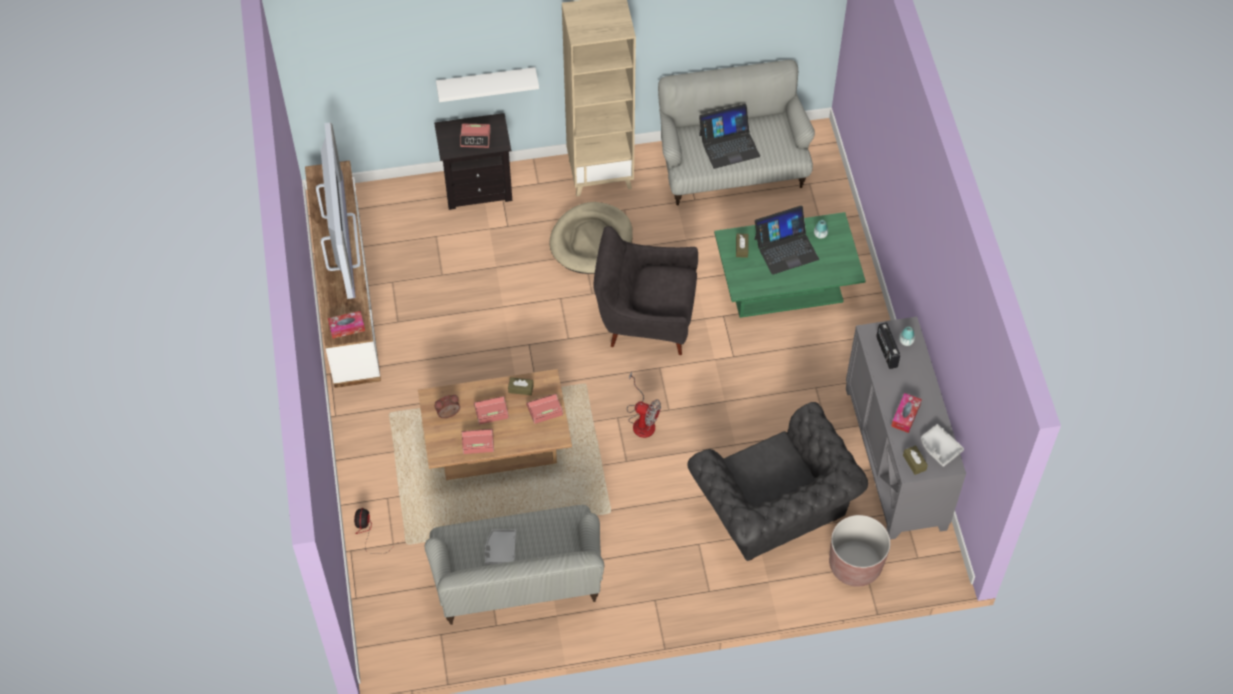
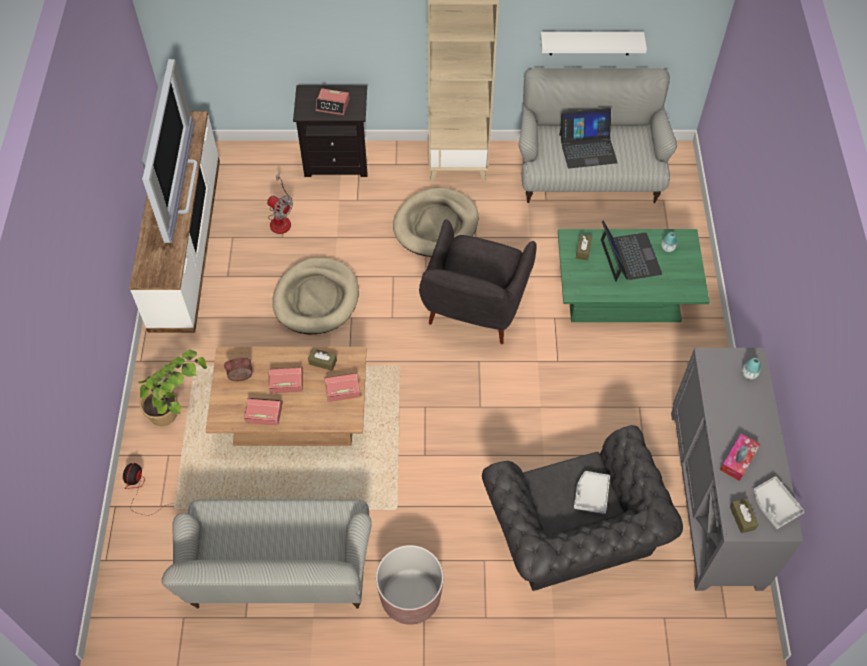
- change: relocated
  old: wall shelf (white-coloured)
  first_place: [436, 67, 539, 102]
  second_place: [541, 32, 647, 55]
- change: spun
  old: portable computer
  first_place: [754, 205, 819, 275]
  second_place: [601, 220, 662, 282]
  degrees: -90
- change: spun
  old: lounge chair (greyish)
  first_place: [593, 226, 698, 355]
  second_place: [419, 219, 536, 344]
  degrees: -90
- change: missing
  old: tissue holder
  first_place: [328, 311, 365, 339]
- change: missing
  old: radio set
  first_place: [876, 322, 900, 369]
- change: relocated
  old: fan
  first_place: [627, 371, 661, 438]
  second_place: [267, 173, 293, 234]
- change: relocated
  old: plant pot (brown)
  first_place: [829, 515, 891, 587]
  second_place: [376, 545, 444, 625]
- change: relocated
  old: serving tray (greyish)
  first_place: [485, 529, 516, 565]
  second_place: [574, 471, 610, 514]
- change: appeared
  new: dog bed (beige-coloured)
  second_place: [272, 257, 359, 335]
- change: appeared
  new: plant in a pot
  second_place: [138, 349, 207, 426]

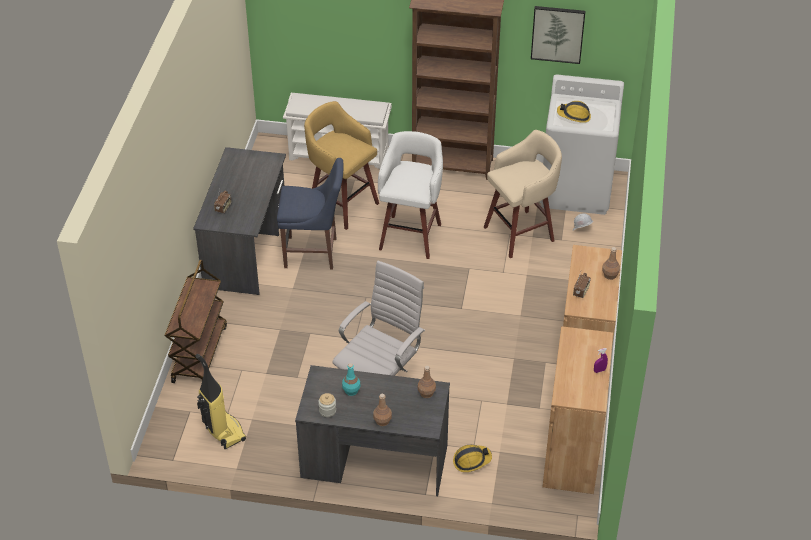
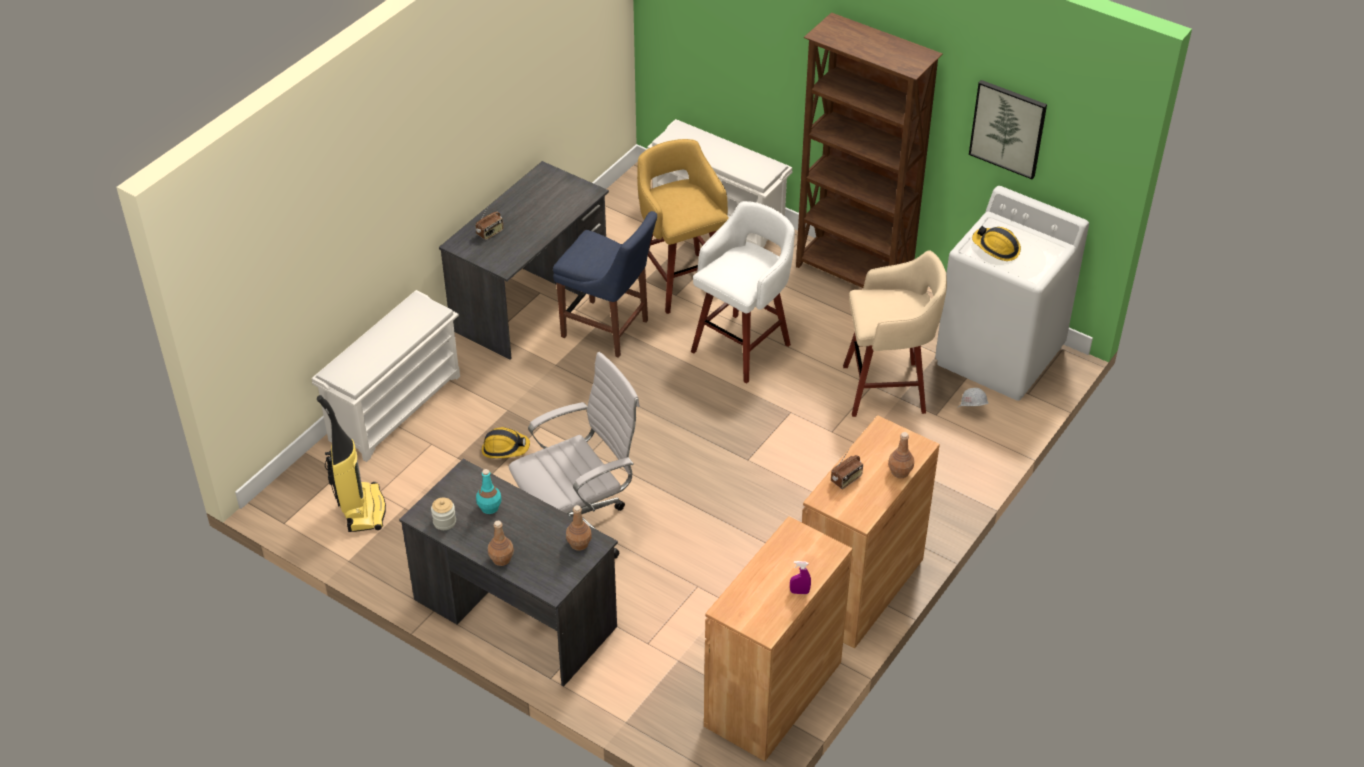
- change: exchanged
  old: trolley (brown)
  new: shoe rack (white-coloured)
  first_place: [165, 260, 227, 383]
  second_place: [312, 290, 460, 462]
- change: relocated
  old: work helmet
  first_place: [453, 445, 492, 472]
  second_place: [482, 427, 530, 459]

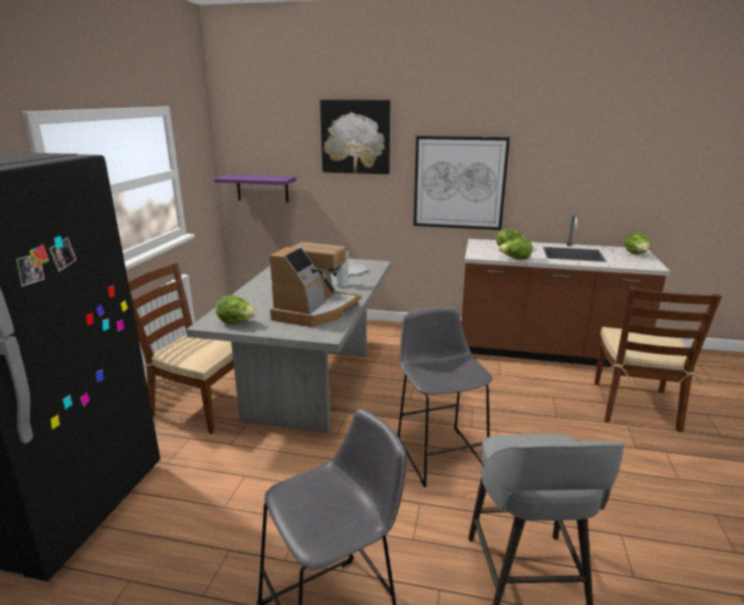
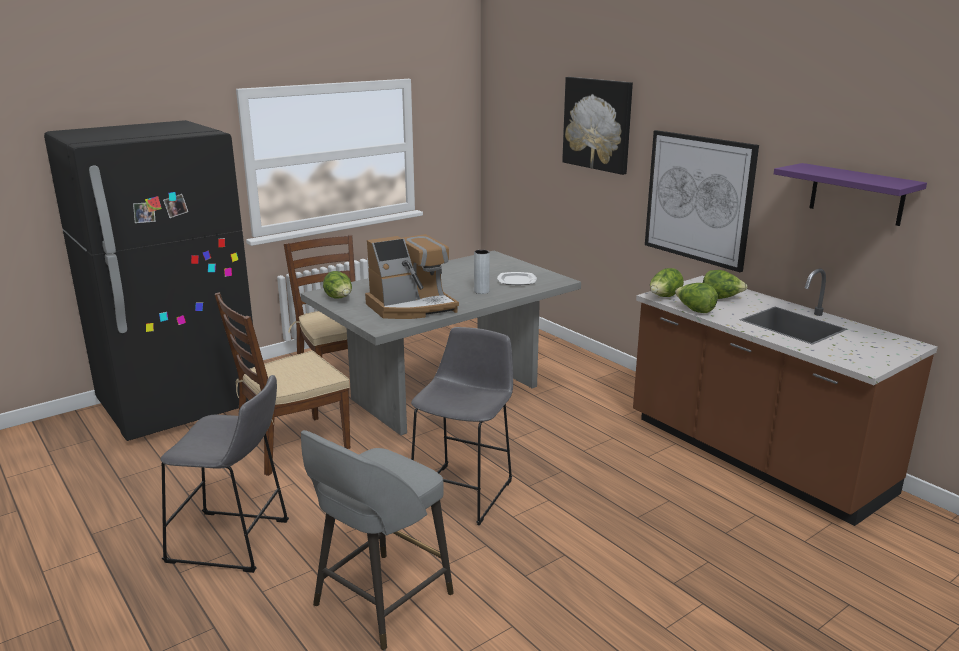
- change: relocated
  old: wall shelf (purplish)
  first_place: [214, 175, 296, 203]
  second_place: [774, 163, 927, 226]
- change: relocated
  old: lettuce
  first_place: [625, 232, 650, 254]
  second_place: [650, 268, 684, 297]
- change: relocated
  old: plain chair (brown)
  first_place: [594, 287, 722, 432]
  second_place: [215, 292, 350, 476]

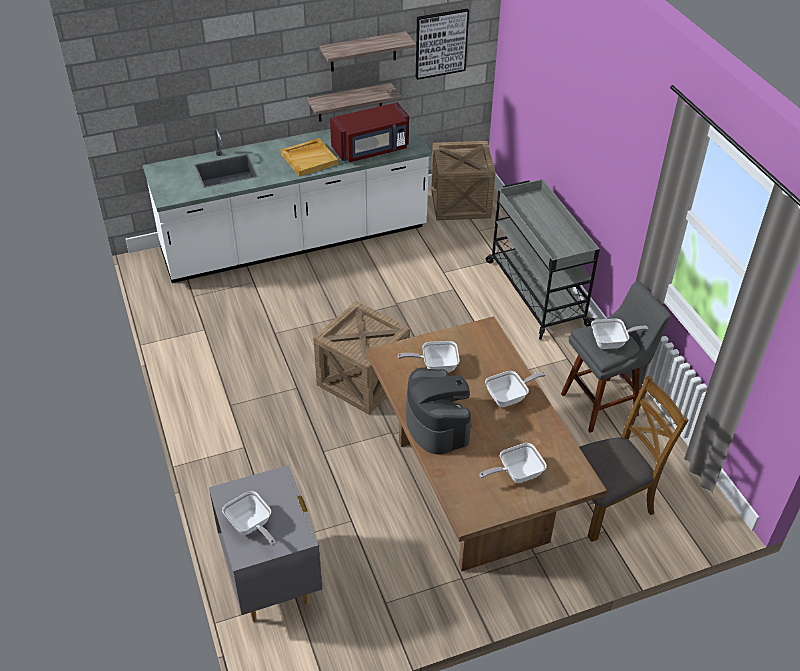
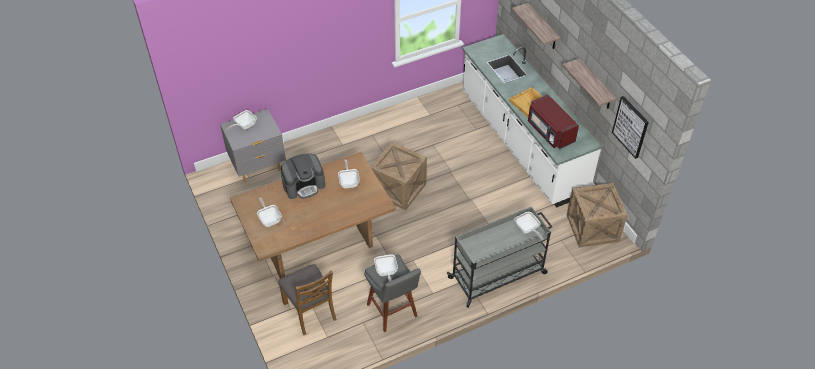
- change: relocated
  old: wall shelf
  first_place: [307, 83, 401, 122]
  second_place: [511, 3, 560, 49]
- change: relocated
  old: frying pan
  first_place: [485, 371, 546, 407]
  second_place: [515, 212, 544, 240]

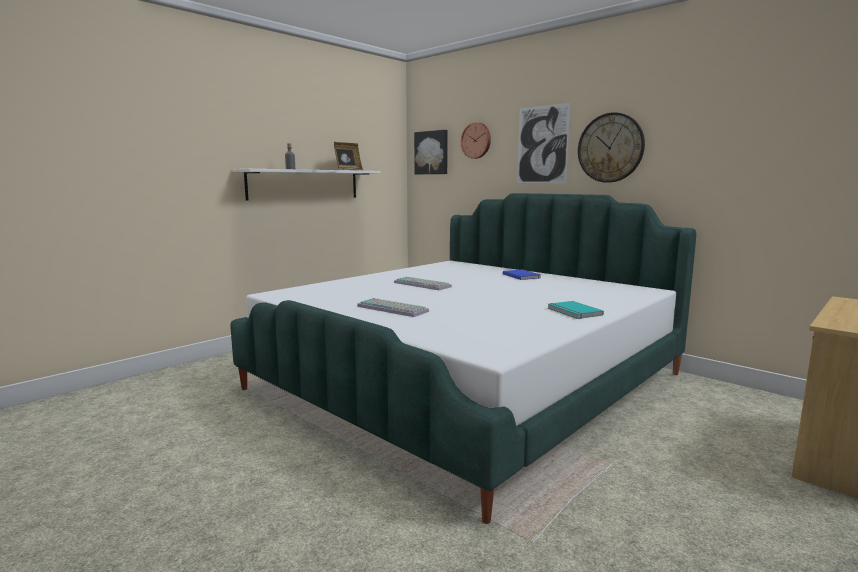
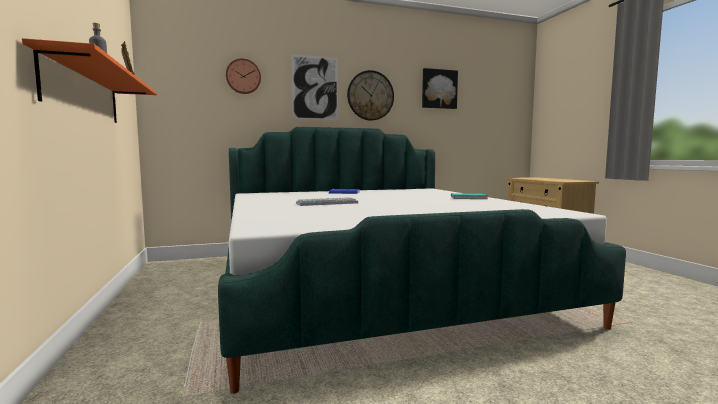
- change: relocated
  old: picture
  first_place: [414, 130, 448, 174]
  second_place: [422, 68, 458, 109]
- change: colour
  old: wall shelf (white-coloured)
  new: wall shelf (orange)
  first_place: [233, 169, 381, 201]
  second_place: [22, 38, 157, 123]
- change: missing
  old: computer keyboard
  first_place: [357, 298, 429, 317]

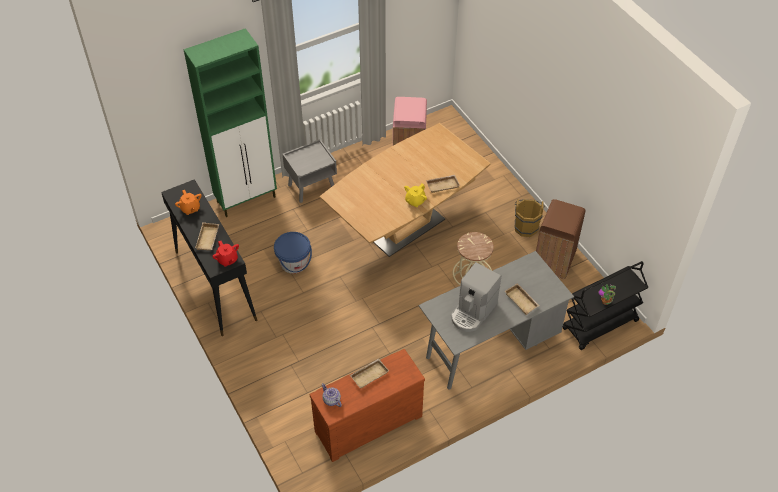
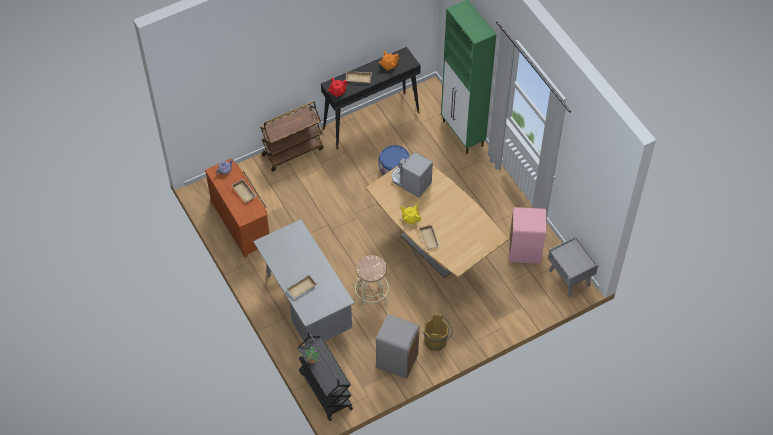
- change: relocated
  old: nightstand (greyish)
  first_place: [283, 139, 337, 203]
  second_place: [548, 236, 598, 297]
- change: colour
  old: trash can (brown)
  new: trash can (greyish)
  first_place: [536, 199, 585, 279]
  second_place: [376, 314, 420, 379]
- change: relocated
  old: coffee maker
  first_place: [451, 262, 501, 332]
  second_place: [392, 152, 433, 198]
- change: appeared
  new: trolley (brown)
  second_place: [260, 101, 323, 171]

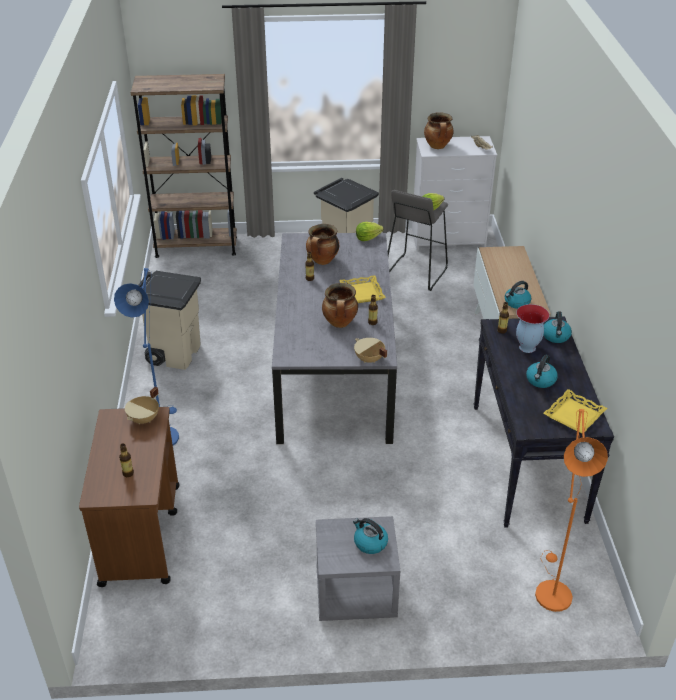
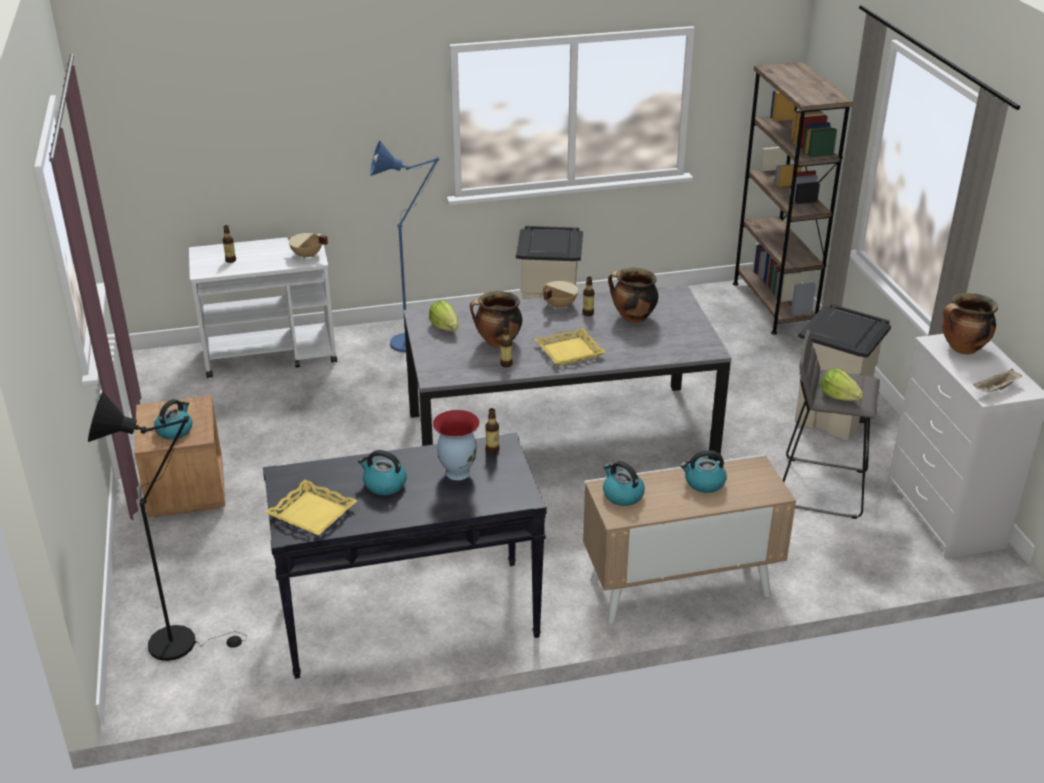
- change: relocated
  old: lettuce
  first_place: [356, 222, 384, 241]
  second_place: [429, 300, 458, 331]
- change: relocated
  old: kettle
  first_place: [544, 311, 572, 343]
  second_place: [680, 450, 727, 493]
- change: relocated
  old: stockpot (beige-coloured)
  first_place: [354, 338, 387, 363]
  second_place: [542, 281, 578, 309]
- change: colour
  old: trolley (brown)
  new: trolley (white-coloured)
  first_place: [79, 407, 179, 587]
  second_place: [189, 234, 337, 378]
- change: colour
  old: standing lamp (orange)
  new: standing lamp (black)
  first_place: [535, 409, 608, 612]
  second_place: [88, 392, 247, 661]
- change: colour
  old: nightstand (greyish)
  new: nightstand (brown)
  first_place: [316, 516, 400, 621]
  second_place: [135, 395, 225, 517]

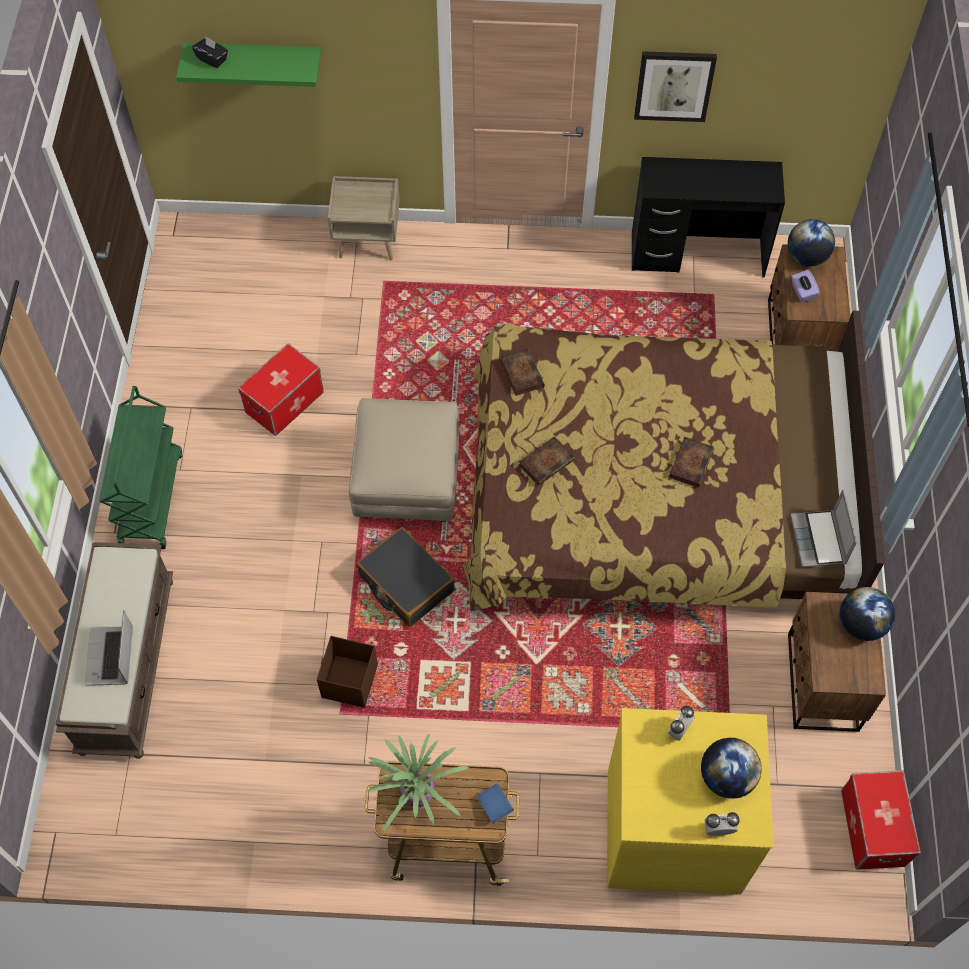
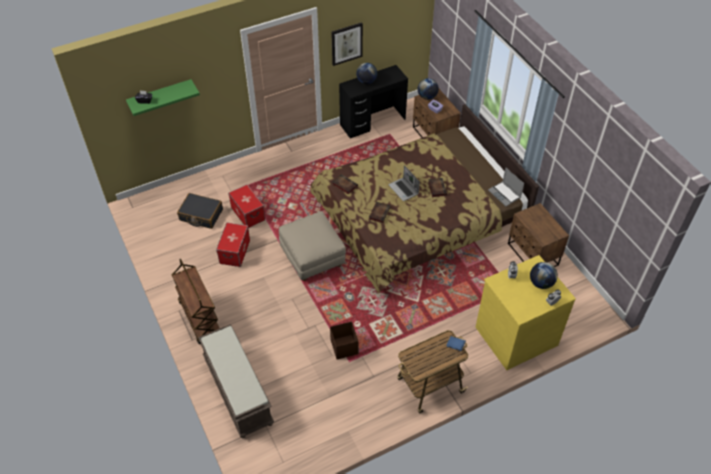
- change: missing
  old: nightstand (beige-coloured)
  first_place: [328, 176, 400, 260]
- change: colour
  old: trolley (greenish)
  new: trolley (brown)
  first_place: [99, 386, 182, 549]
  second_place: [172, 259, 219, 345]
- change: relocated
  old: piece of luggage (black)
  first_place: [357, 527, 455, 627]
  second_place: [177, 193, 223, 229]
- change: relocated
  old: globe
  first_place: [840, 587, 895, 641]
  second_place: [356, 63, 377, 84]
- change: relocated
  old: portable computer
  first_place: [85, 611, 133, 686]
  second_place: [388, 165, 420, 201]
- change: missing
  old: plant in a pot
  first_place: [367, 733, 469, 835]
- change: relocated
  old: storage container
  first_place: [841, 770, 921, 870]
  second_place: [228, 184, 265, 228]

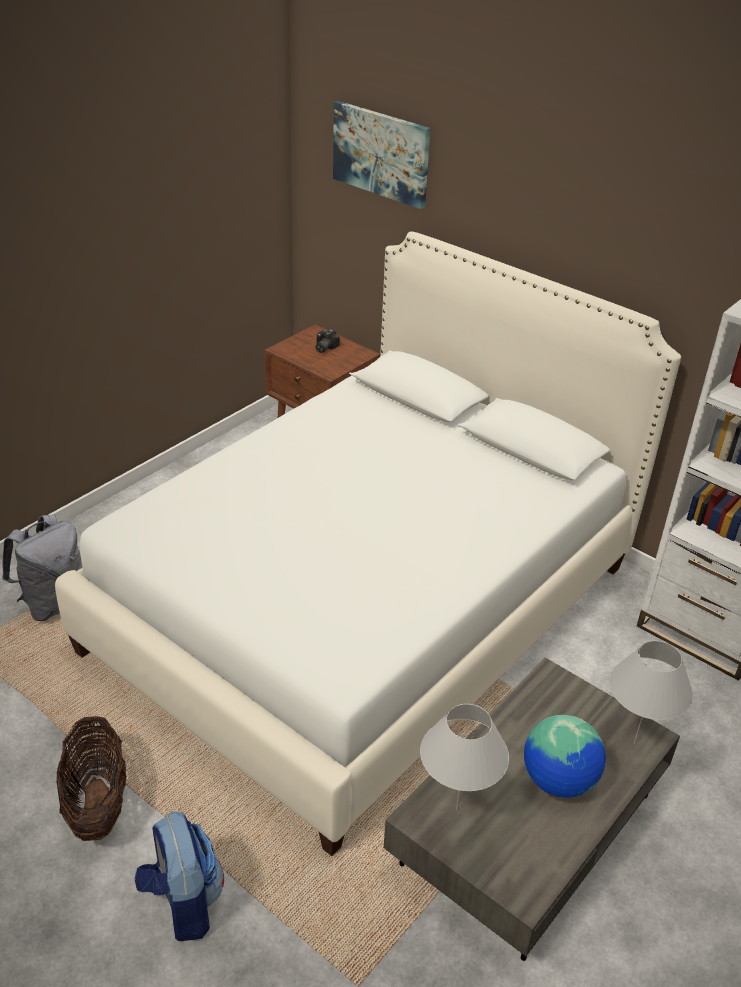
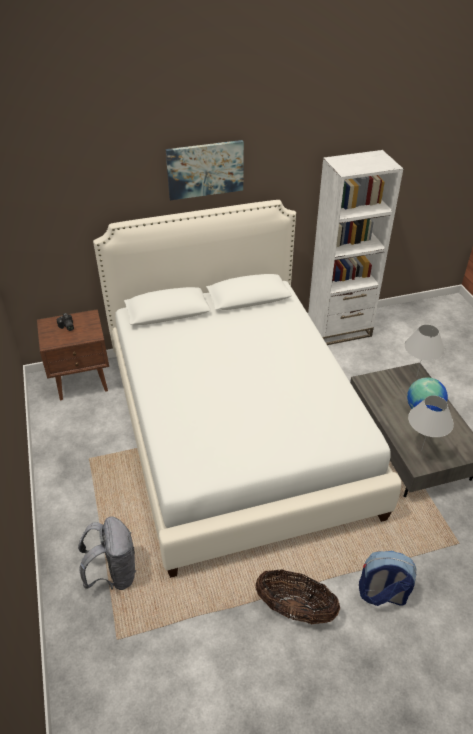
- change: relocated
  old: picture
  first_place: [333, 101, 431, 209]
  second_place: [166, 140, 244, 200]

